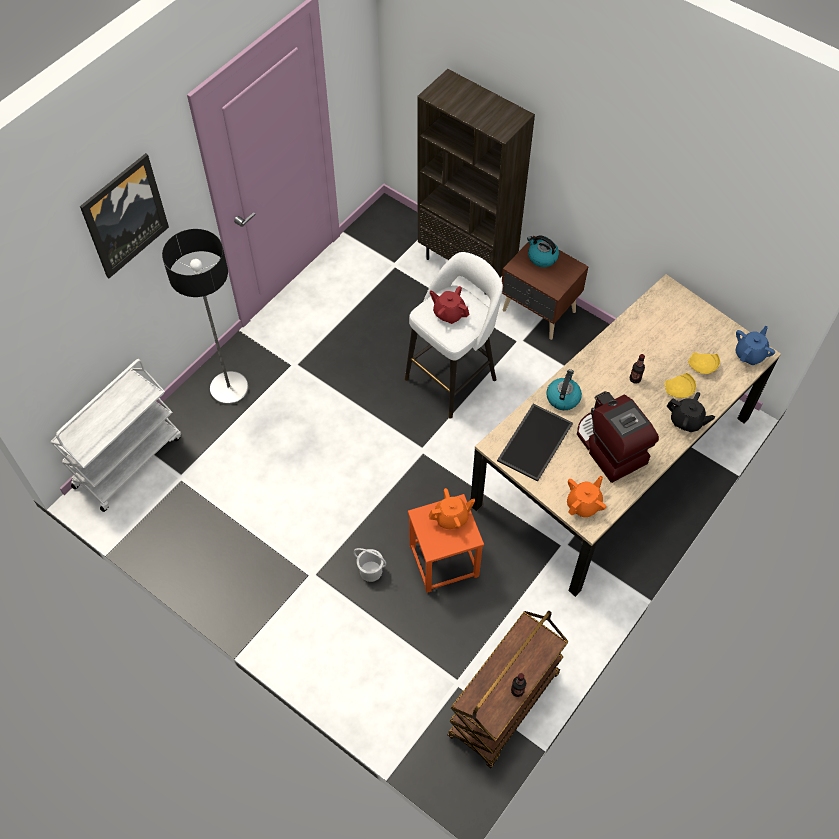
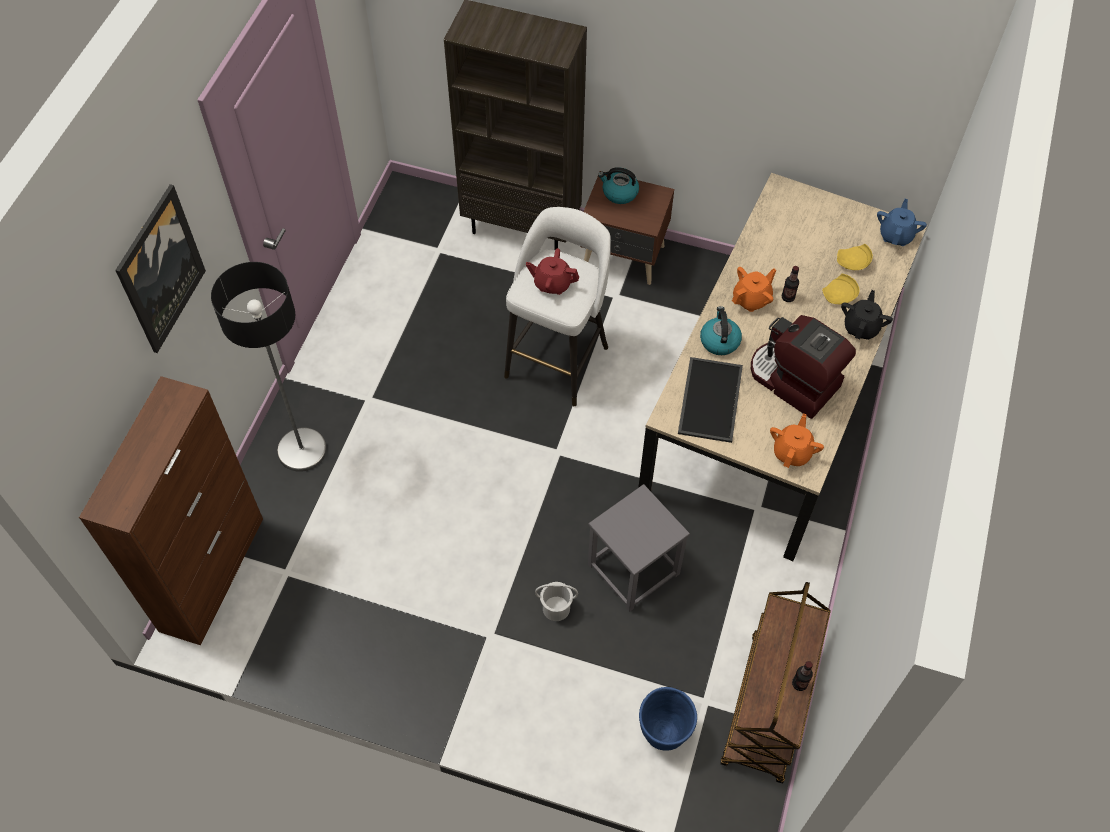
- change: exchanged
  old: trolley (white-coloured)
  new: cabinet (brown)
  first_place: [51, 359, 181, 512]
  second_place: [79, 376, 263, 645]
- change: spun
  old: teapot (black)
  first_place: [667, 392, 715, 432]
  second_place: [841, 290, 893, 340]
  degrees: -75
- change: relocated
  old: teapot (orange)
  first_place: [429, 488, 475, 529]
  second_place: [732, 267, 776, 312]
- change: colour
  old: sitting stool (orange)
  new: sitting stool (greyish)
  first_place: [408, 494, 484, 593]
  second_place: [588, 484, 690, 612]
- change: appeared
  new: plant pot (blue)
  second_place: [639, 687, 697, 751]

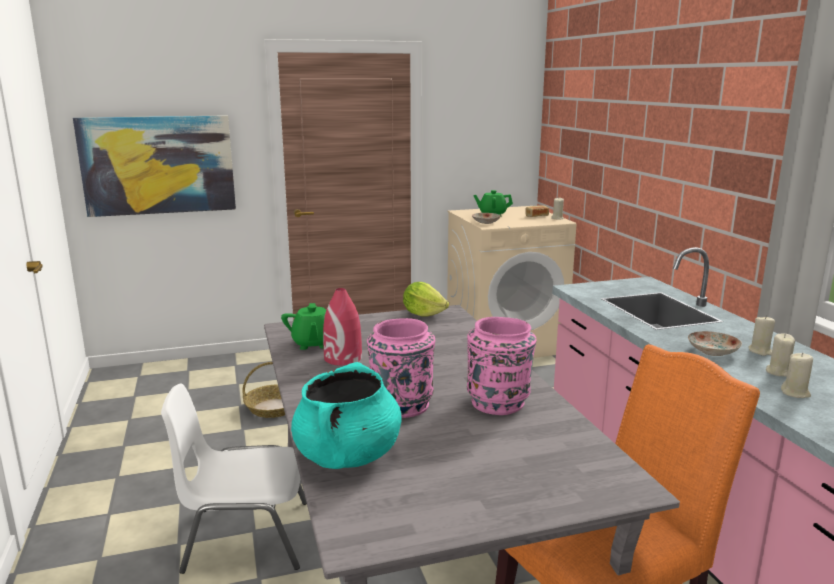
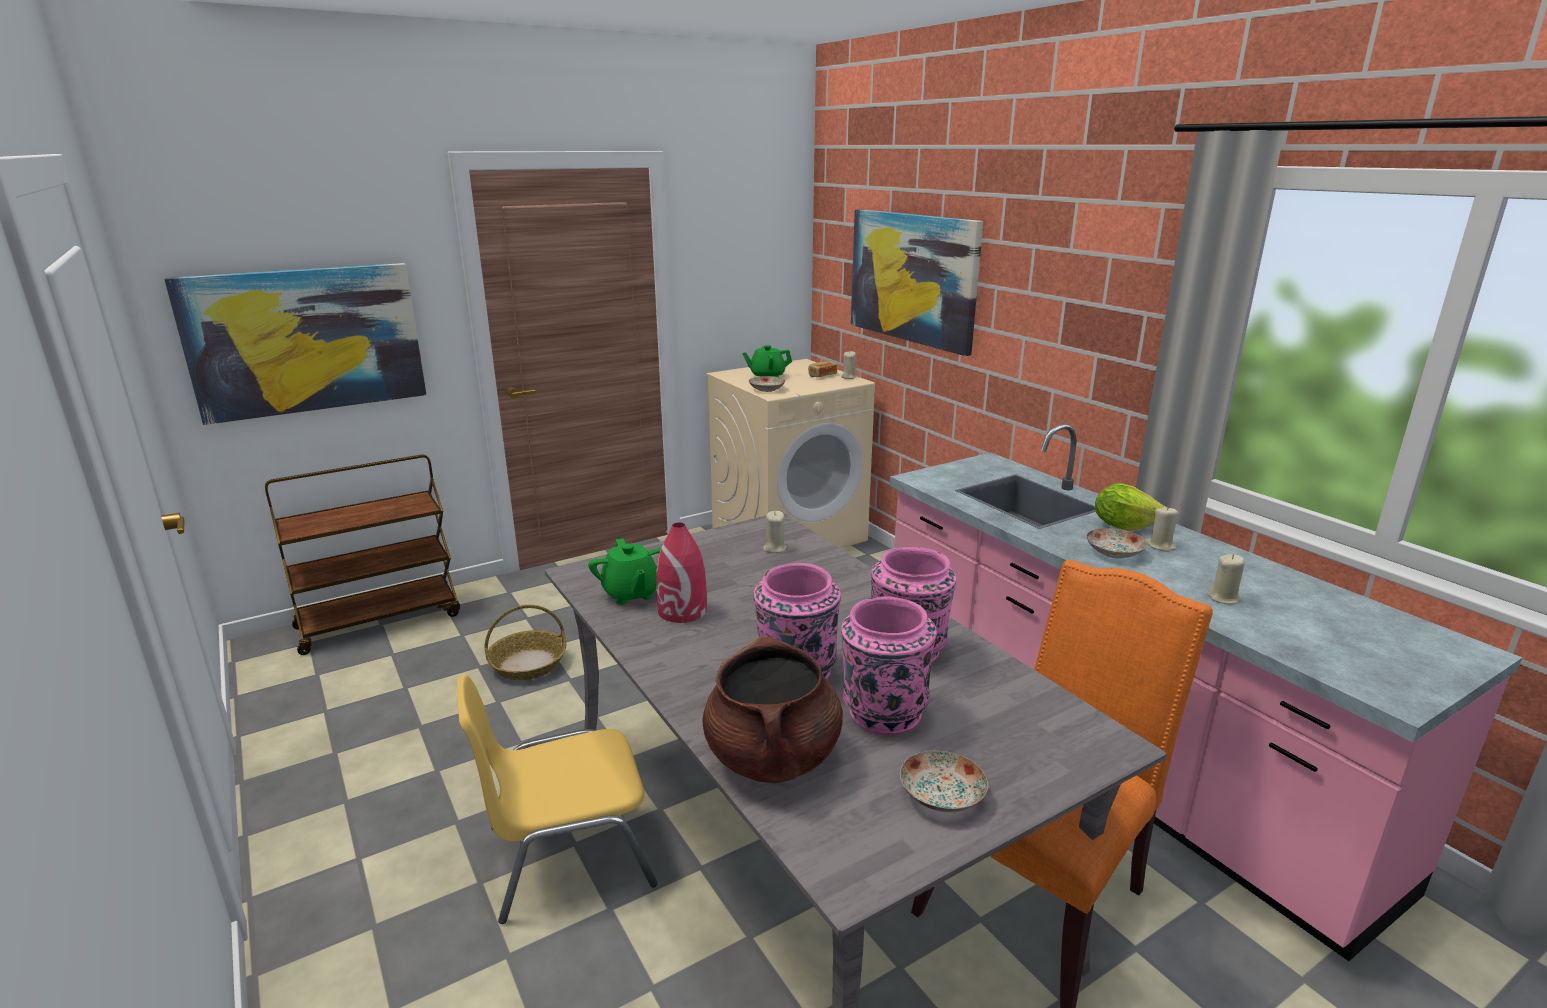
- change: relocated
  old: lettuce
  first_place: [403, 282, 449, 316]
  second_place: [1095, 483, 1168, 530]
- change: relocated
  old: wax light (beige-coloured)
  first_place: [766, 334, 795, 377]
  second_place: [763, 511, 787, 553]
- change: colour
  old: stockpot (blue-green)
  new: stockpot (brown)
  first_place: [291, 362, 401, 469]
  second_place: [702, 635, 843, 783]
- change: colour
  old: plain chair (white-coloured)
  new: plain chair (yellowish)
  first_place: [161, 383, 307, 574]
  second_place: [457, 674, 658, 924]
- change: appeared
  new: picture
  second_place: [851, 209, 983, 356]
- change: appeared
  new: trolley (brown)
  second_place: [265, 455, 460, 655]
- change: appeared
  new: flower vase (pink)
  second_place: [841, 596, 937, 736]
- change: appeared
  new: flat dish
  second_place: [900, 751, 988, 812]

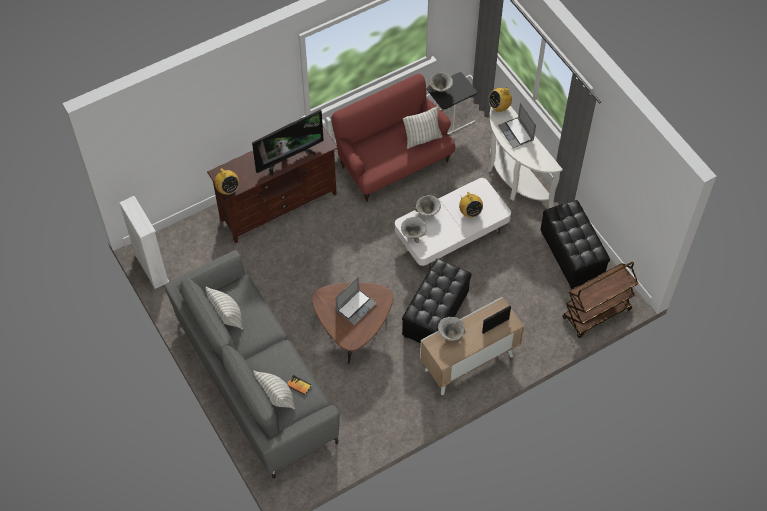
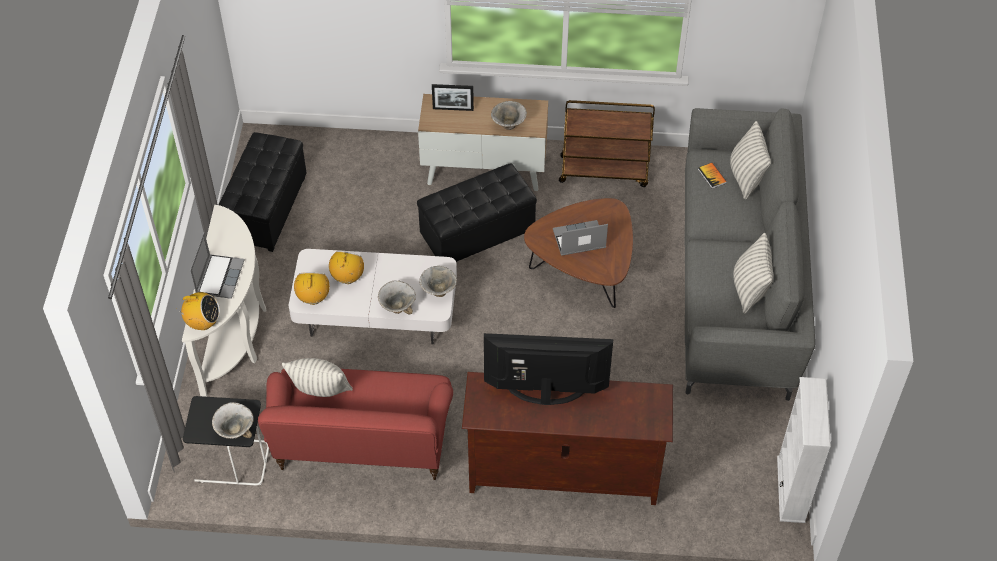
- change: relocated
  old: radio set
  first_place: [215, 168, 239, 195]
  second_place: [294, 272, 330, 305]
- change: relocated
  old: trolley (brown)
  first_place: [562, 262, 639, 338]
  second_place: [559, 100, 655, 187]

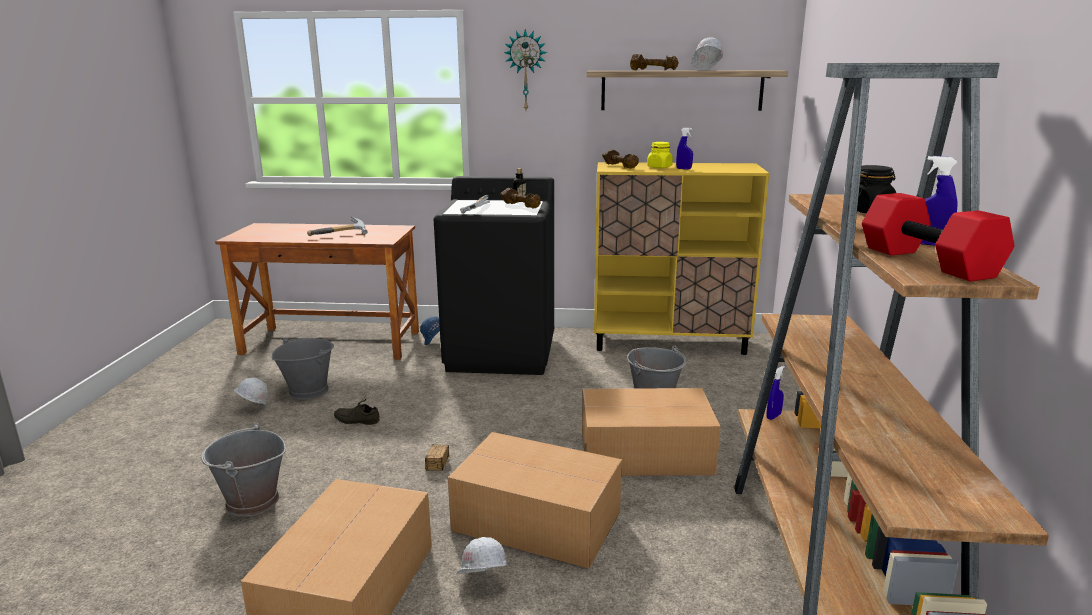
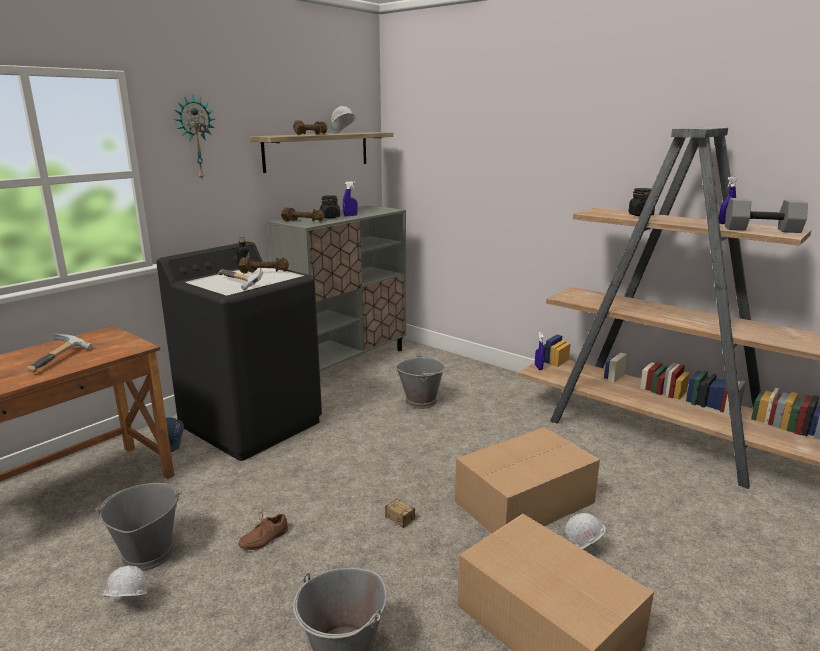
- change: colour
  old: storage jar (yellowish)
  new: storage jar (black)
  first_place: [647, 142, 673, 168]
  second_place: [320, 195, 340, 218]
- change: colour
  old: cabinet (yellowish)
  new: cabinet (greyish)
  first_place: [594, 162, 769, 355]
  second_place: [268, 205, 406, 371]
- change: colour
  old: hand weight (reddish)
  new: hand weight (greyish)
  first_place: [862, 193, 1014, 281]
  second_place: [725, 198, 808, 233]
- change: missing
  old: packing box
  first_place: [582, 388, 721, 476]
- change: colour
  old: item of footwear (greyish)
  new: item of footwear (brown)
  first_place: [334, 397, 380, 425]
  second_place: [238, 508, 288, 550]

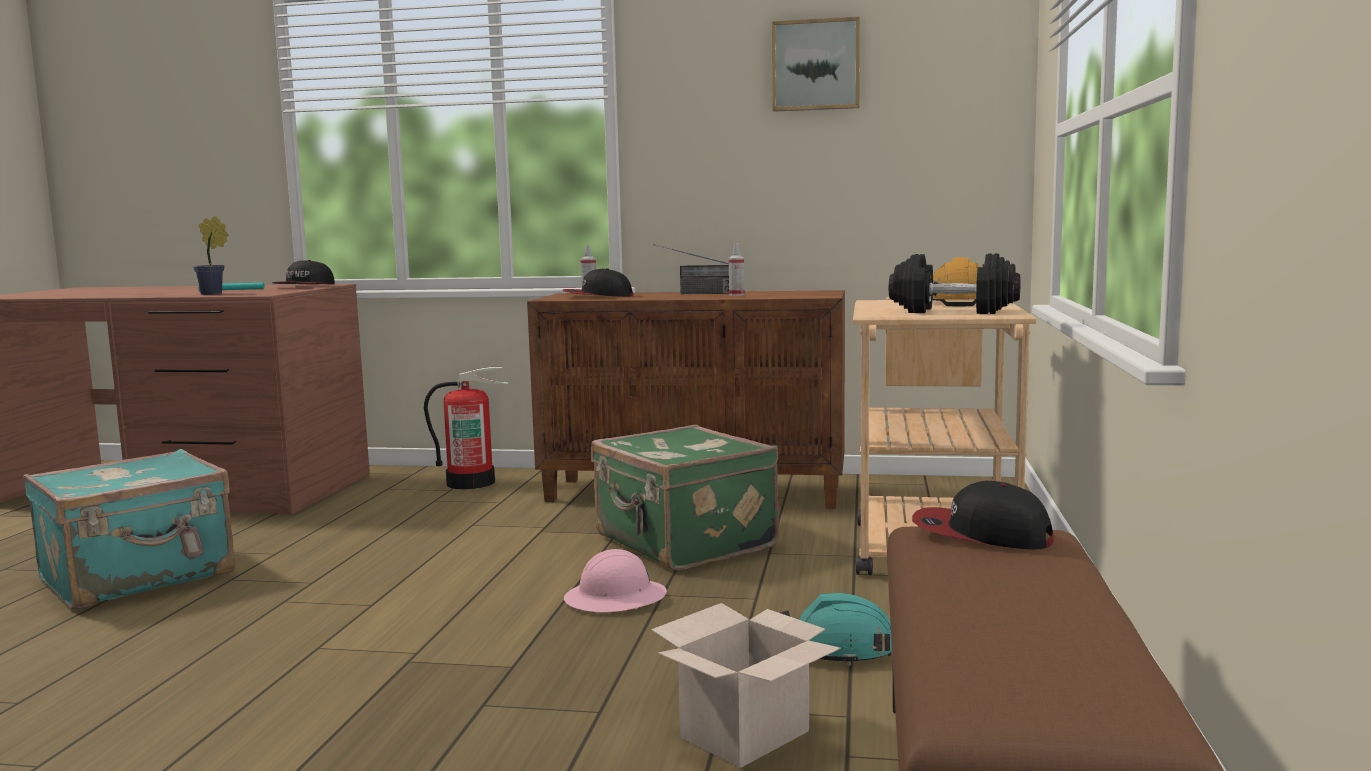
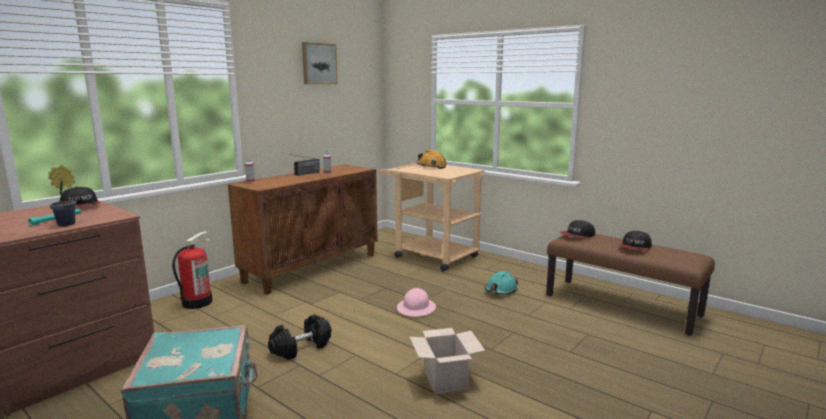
- change: relocated
  old: hand weight (black)
  first_place: [889, 253, 1021, 314]
  second_place: [268, 314, 331, 360]
- change: relocated
  old: peaked cap
  first_place: [563, 268, 633, 297]
  second_place: [619, 231, 652, 251]
- change: missing
  old: piece of luggage (greenish)
  first_place: [591, 425, 779, 570]
- change: relocated
  old: packing box
  first_place: [651, 603, 841, 768]
  second_place: [410, 328, 485, 394]

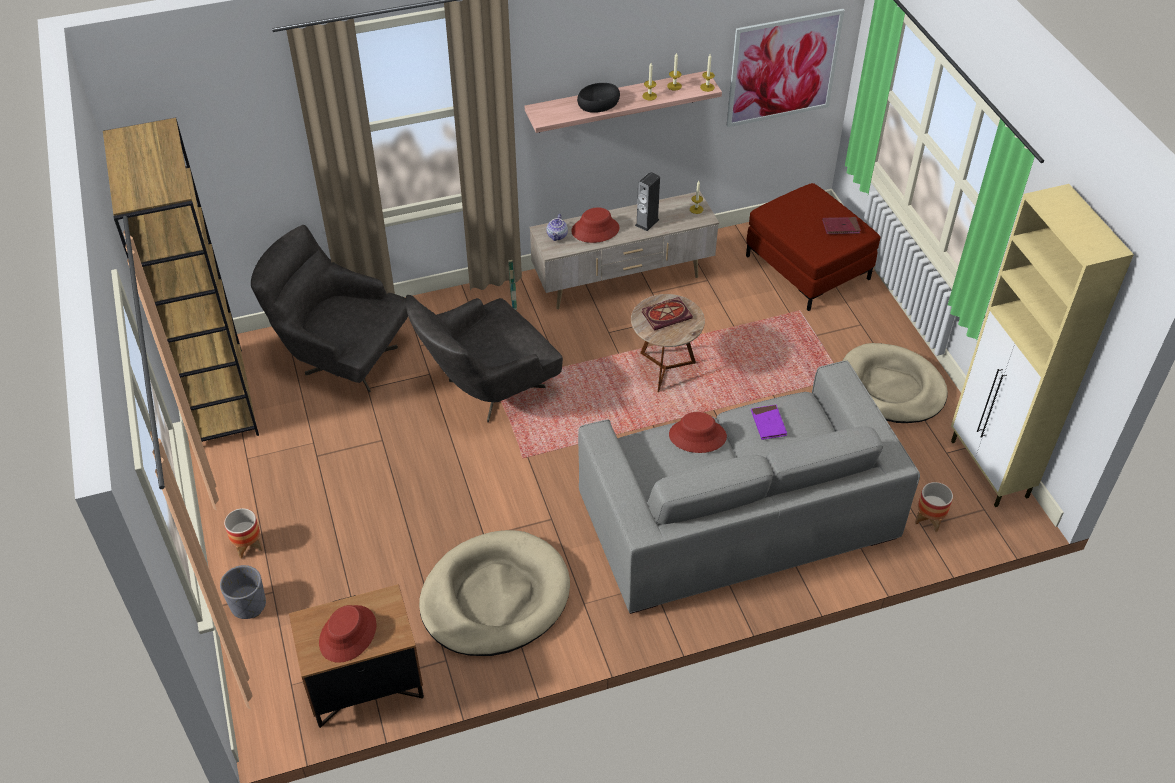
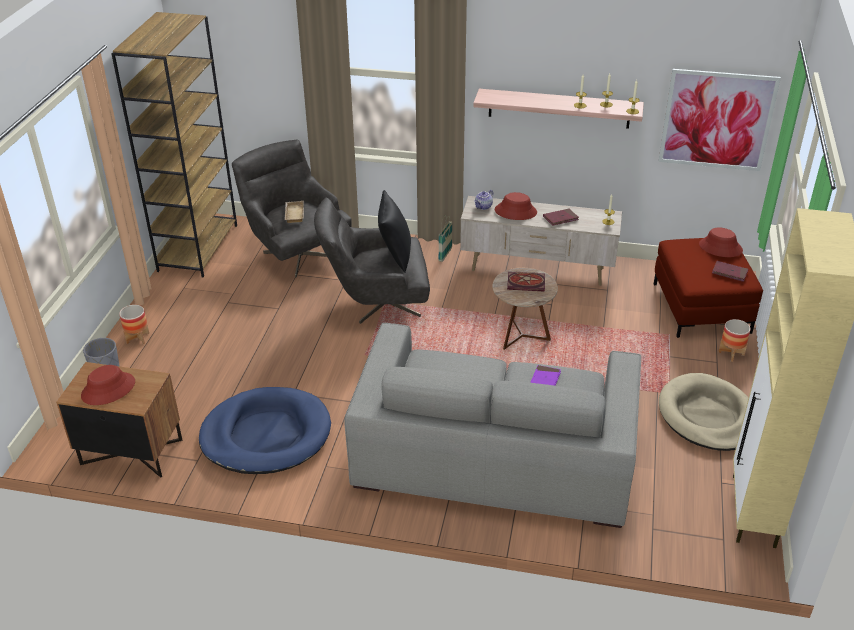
- change: missing
  old: bowl (black)
  first_place: [577, 83, 620, 113]
- change: exchanged
  old: loudspeaker
  new: volume (reddish)
  first_place: [635, 172, 660, 231]
  second_place: [543, 208, 579, 226]
- change: relocated
  old: clothing hat (reddish)
  first_place: [669, 412, 727, 453]
  second_place: [699, 228, 743, 257]
- change: relocated
  old: plant pot
  first_place: [915, 482, 953, 532]
  second_place: [718, 319, 750, 362]
- change: colour
  old: dog bed (beige-coloured)
  new: dog bed (blue)
  first_place: [419, 530, 570, 656]
  second_place: [199, 387, 331, 474]
- change: appeared
  new: cushion (black)
  second_place: [378, 190, 411, 273]
- change: appeared
  new: serving tray (beige-coloured)
  second_place: [285, 201, 304, 223]

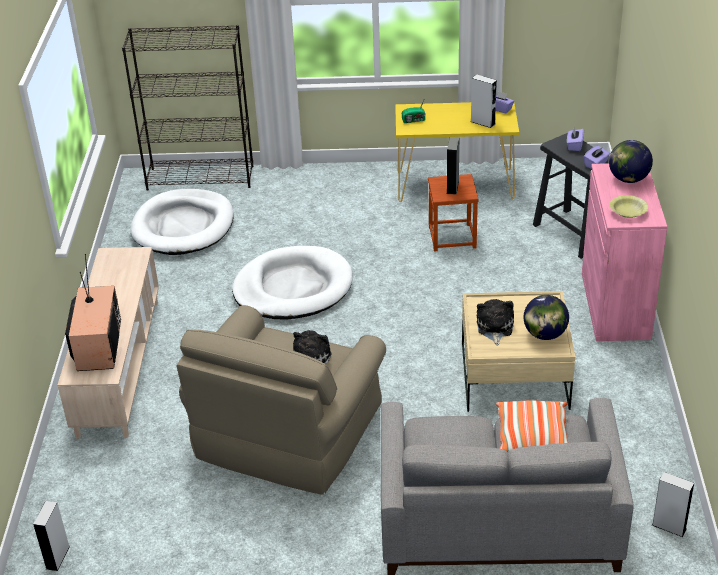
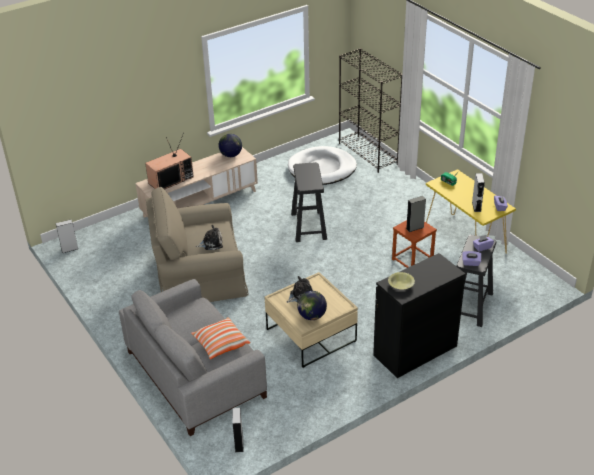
- change: relocated
  old: globe
  first_place: [609, 140, 653, 183]
  second_place: [219, 134, 242, 157]
- change: colour
  old: cabinet (pink)
  new: cabinet (black)
  first_place: [582, 163, 667, 341]
  second_place: [373, 253, 466, 378]
- change: exchanged
  old: dog bed (white-coloured)
  new: sitting stool (black)
  first_place: [232, 246, 353, 319]
  second_place: [291, 162, 327, 242]

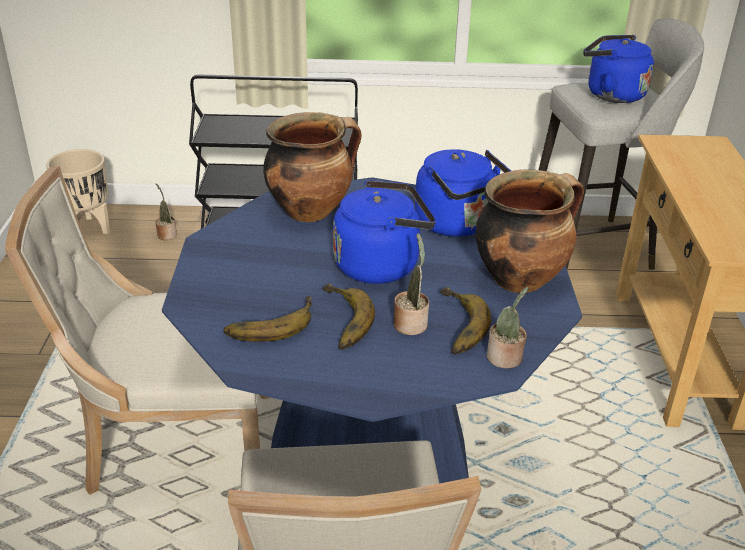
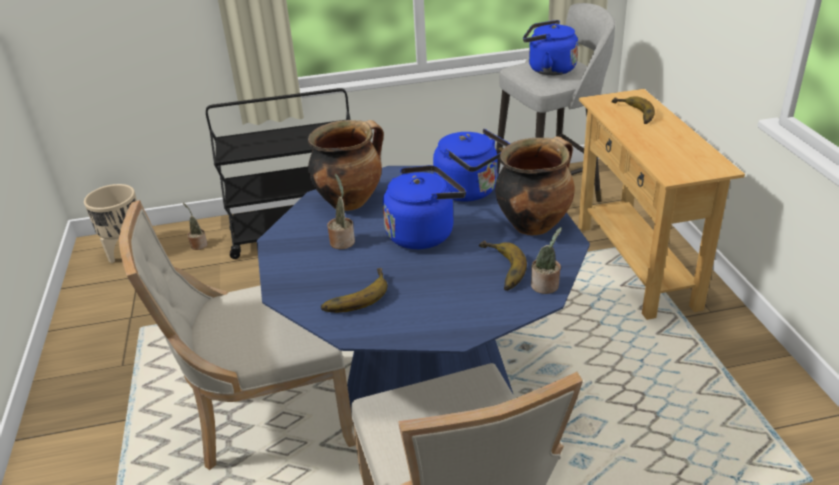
- change: relocated
  old: plant in a pot
  first_place: [394, 233, 429, 335]
  second_place: [327, 173, 355, 249]
- change: relocated
  old: banana fruit
  first_place: [322, 283, 375, 350]
  second_place: [611, 96, 655, 124]

